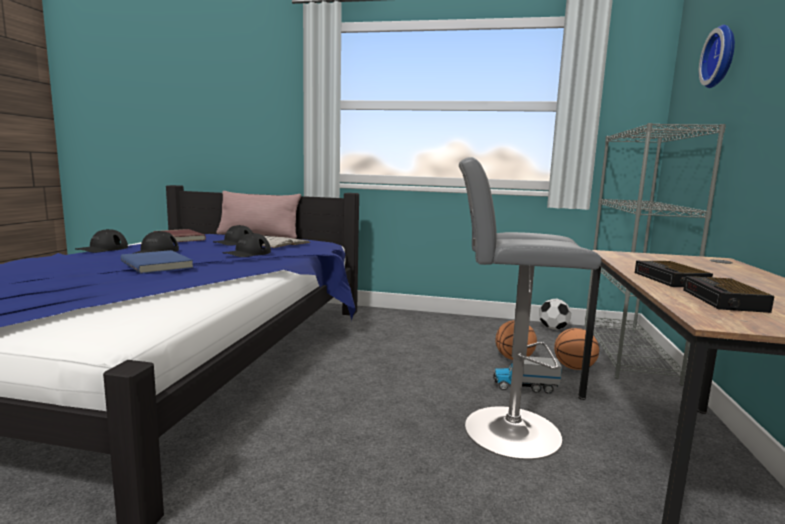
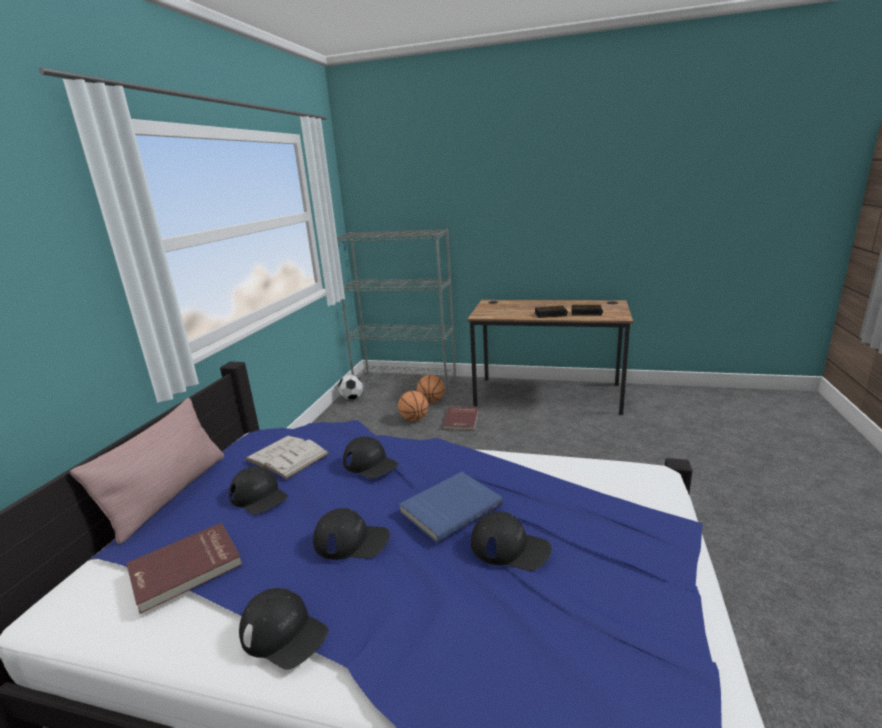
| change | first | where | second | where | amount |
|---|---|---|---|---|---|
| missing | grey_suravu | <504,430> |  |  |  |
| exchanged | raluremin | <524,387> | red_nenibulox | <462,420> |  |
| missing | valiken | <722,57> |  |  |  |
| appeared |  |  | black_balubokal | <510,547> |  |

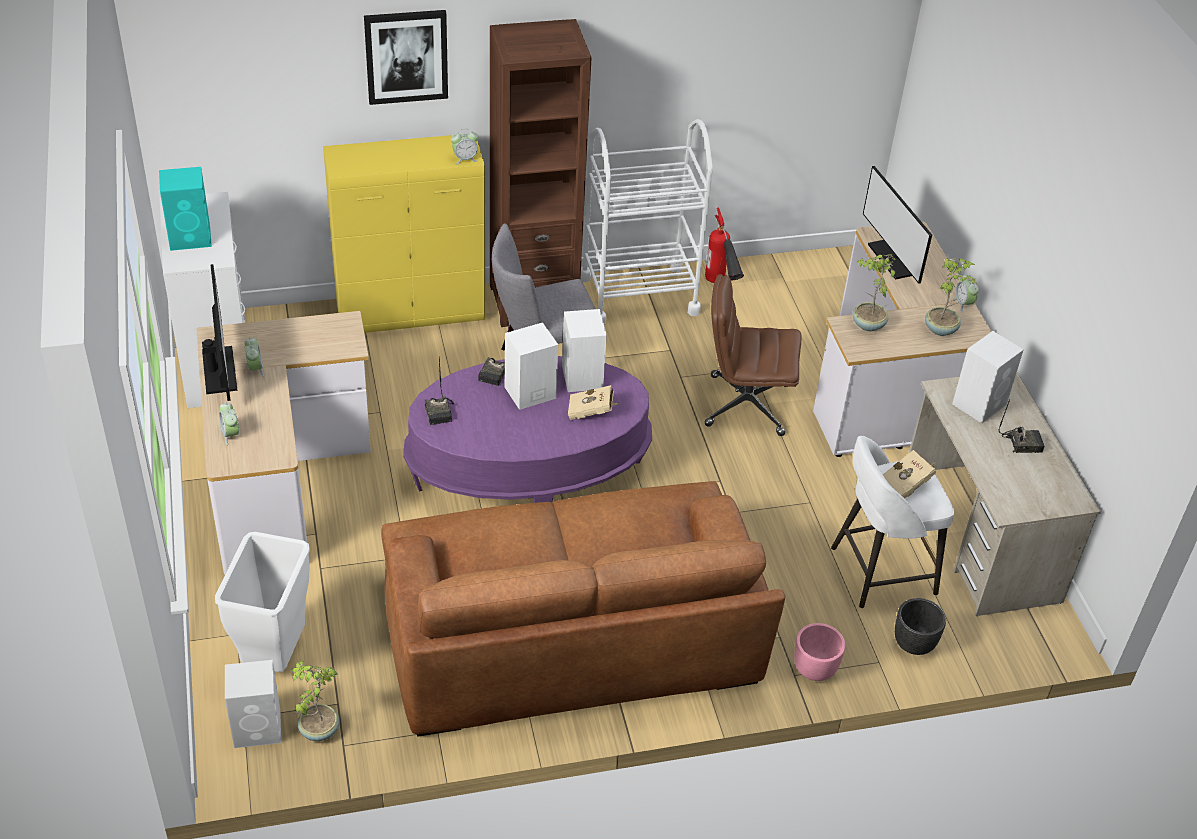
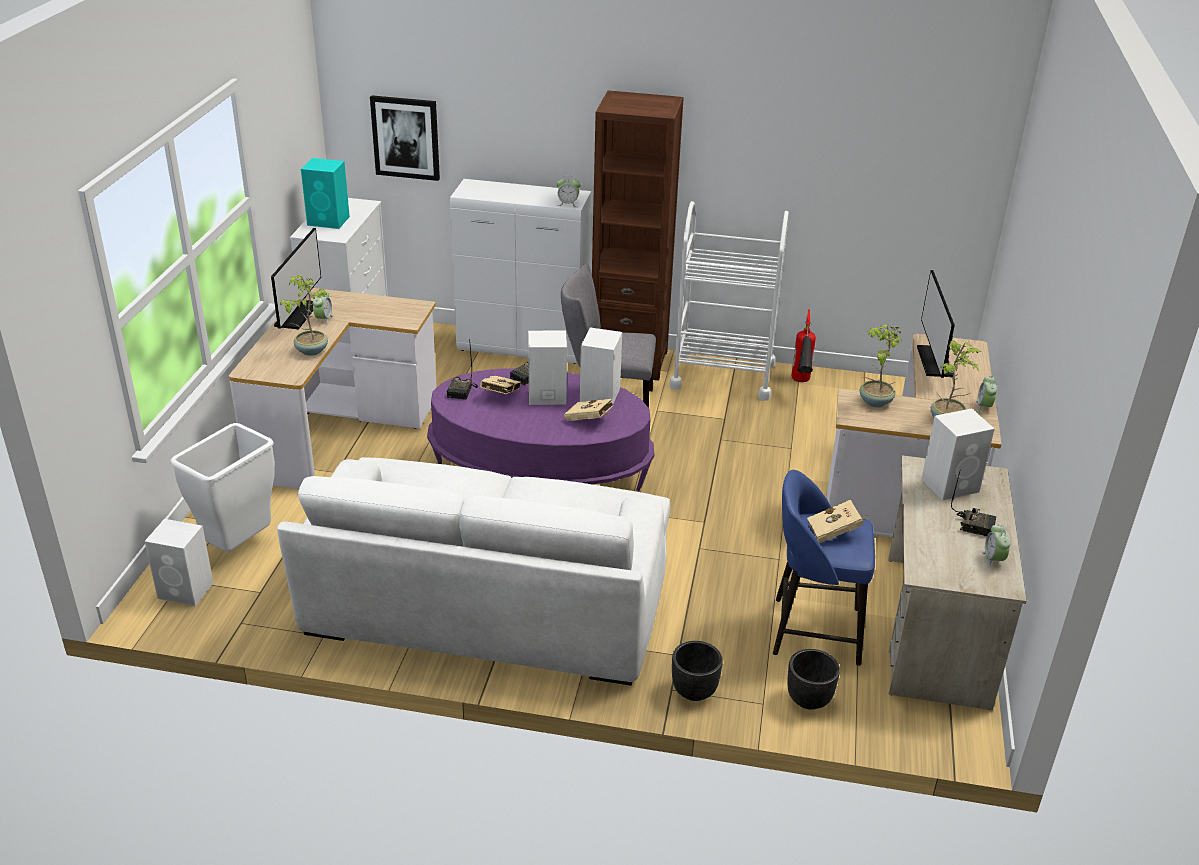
| change | first | where | second | where | amount |
|---|---|---|---|---|---|
| relocated | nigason | <230,434> |  | <993,559> |  |
| relocated | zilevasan | <318,730> |  | <311,350> |  |
| colour | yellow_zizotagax | <412,313> | white_zizotagax | <523,348> |  |
| relocated | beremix | <406,56> |  | <406,137> |  |
| colour | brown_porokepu | <571,636> | white_porokepu | <488,600> |  |
| missing | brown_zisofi | <745,405> |  |  |  |
| colour | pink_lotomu | <814,670> | black_lotomu | <693,691> |  |
| colour | white_suravu | <880,571> | blue_suravu | <812,630> |  |
| appeared |  |  | beige_nenibulox | <499,395> |  |

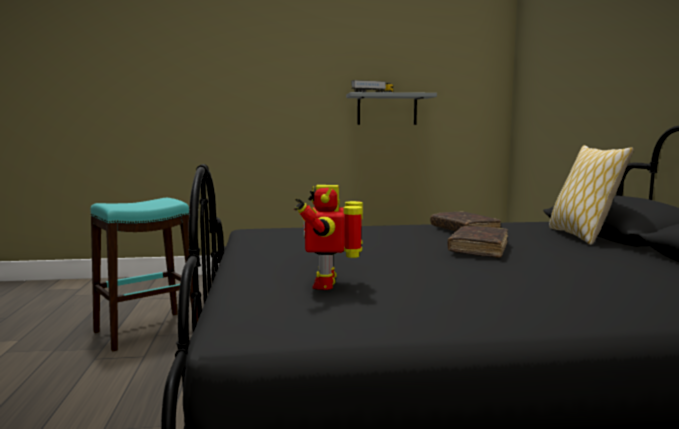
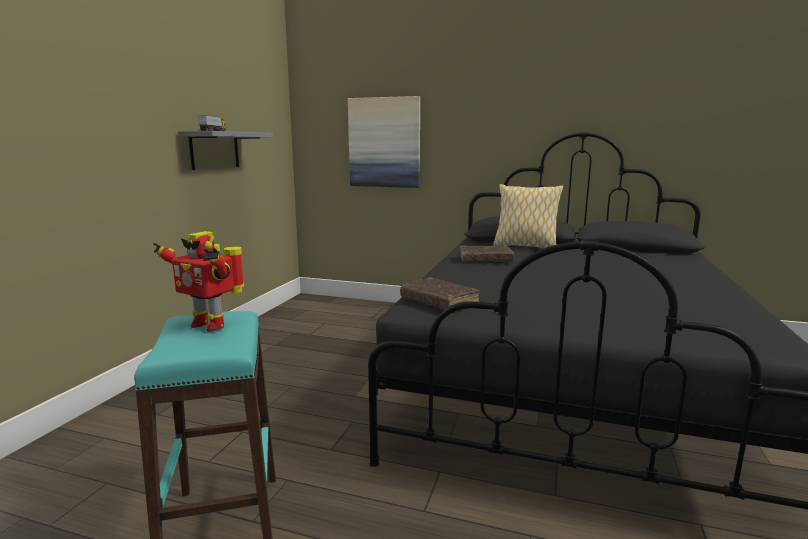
| change | first | where | second | where | amount |
|---|---|---|---|---|---|
| relocated | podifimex | <328,284> |  | <209,324> |  |
| relocated | brown_nenibulox | <478,249> |  | <439,302> |  |
| appeared |  |  | beremix | <384,142> |  |

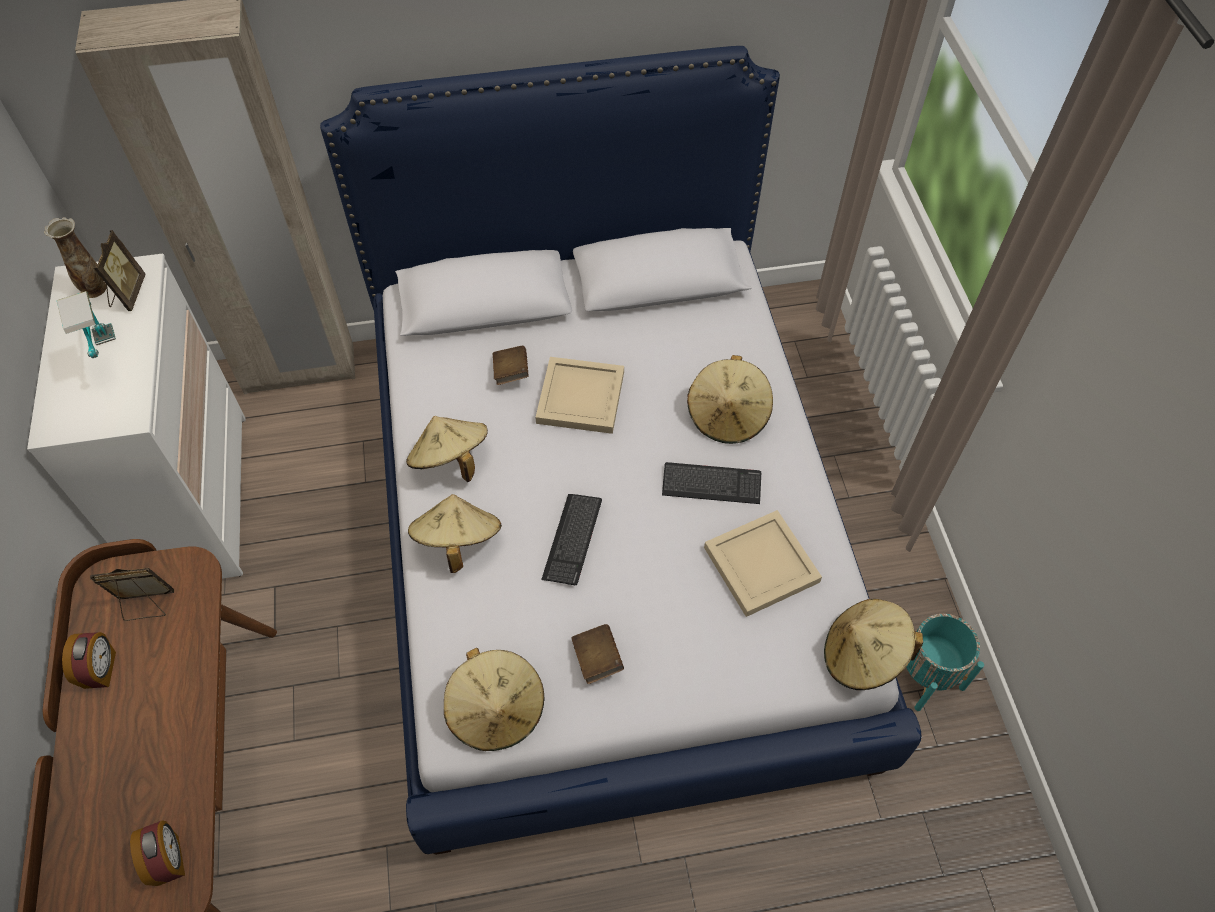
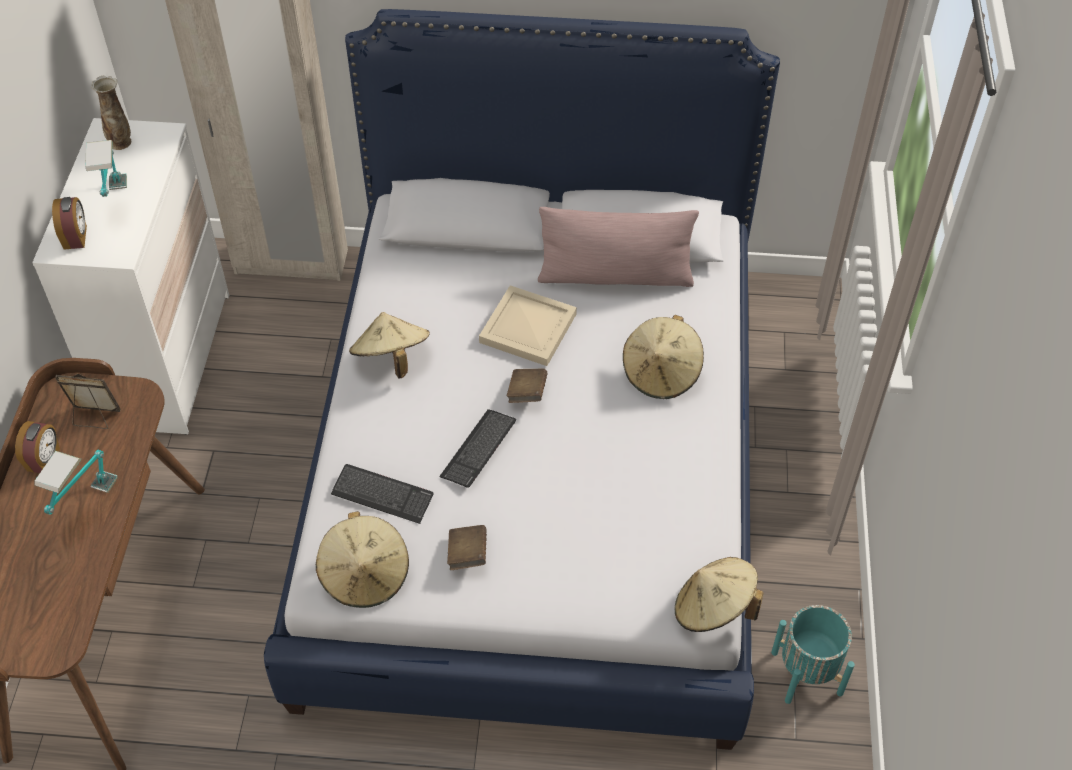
| change | first | where | second | where | amount |
|---|---|---|---|---|---|
| missing | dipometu | <127,294> |  |  |  |
| relocated | nigason | <169,860> |  | <76,237> |  |
| missing | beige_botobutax | <457,542> |  |  |  |
| relocated | brown_nenibulox | <511,373> |  | <527,393> |  |
| relocated | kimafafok | <711,484> |  | <382,495> |  |
| missing | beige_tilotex | <761,563> |  |  |  |
| appeared |  |  | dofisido | <87,507> |  |
| appeared |  |  | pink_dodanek | <615,276> |  |

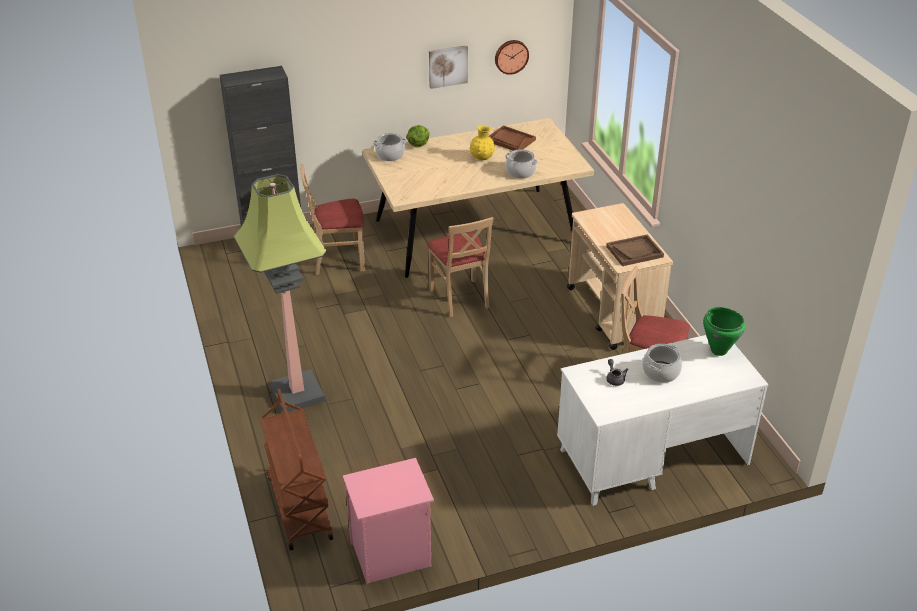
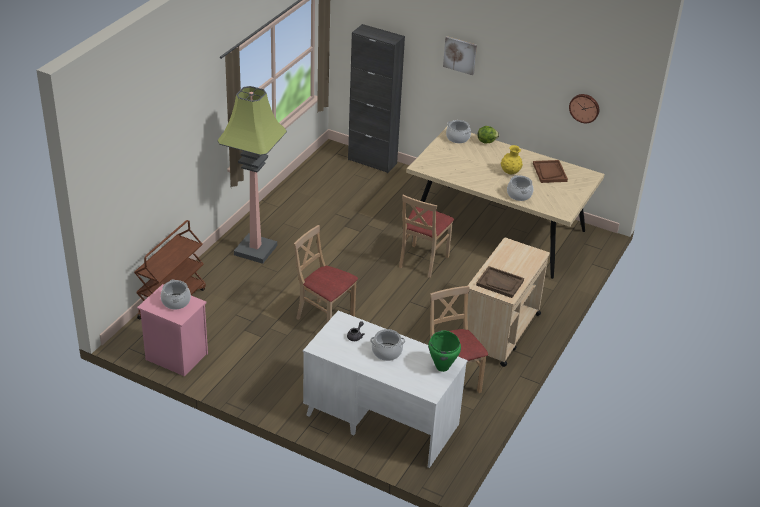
| change | first | where | second | where | amount |
|---|---|---|---|---|---|
| relocated | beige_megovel | <338,260> |  | <325,318> |  |
| relocated | beremix | <448,66> |  | <460,55> |  |
| appeared |  |  | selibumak | <176,301> |  |

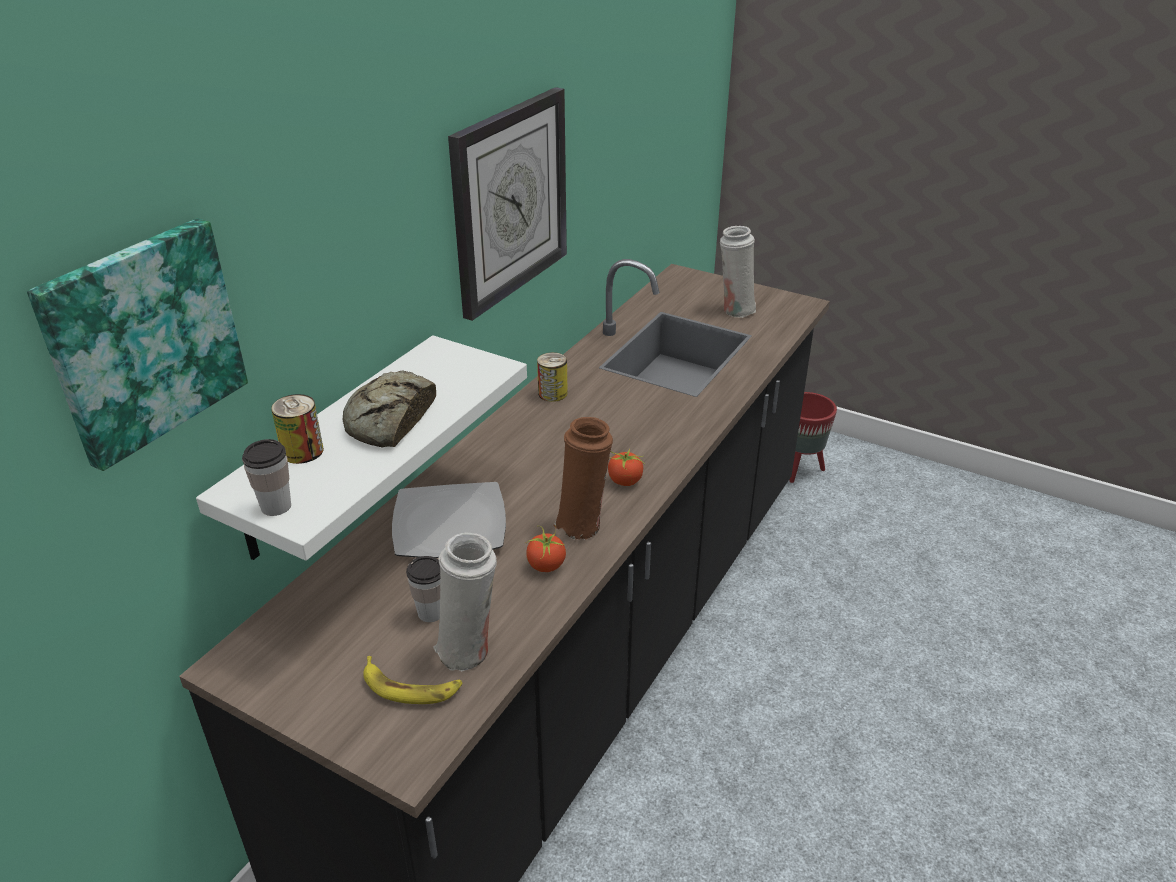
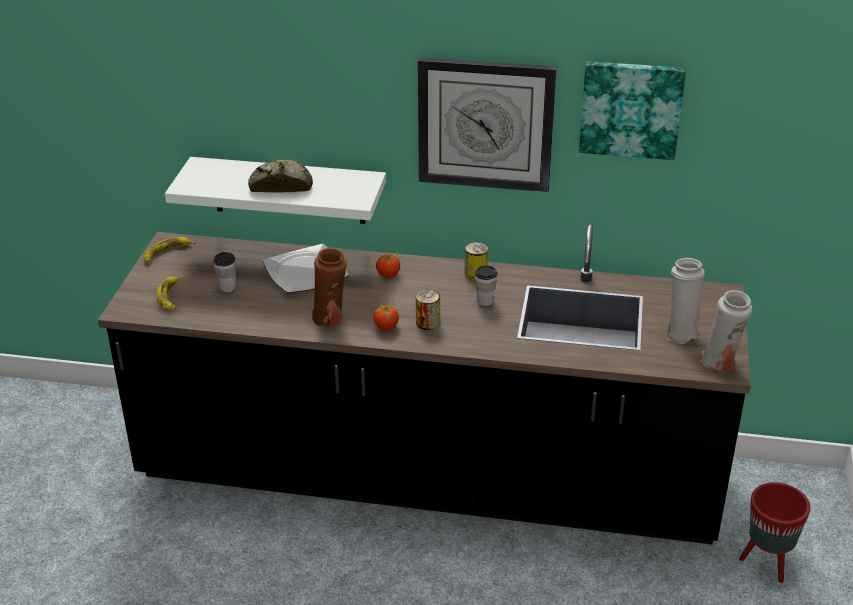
| change | first | where | second | where | amount |
|---|---|---|---|---|---|
| relocated | beremix | <143,339> |  | <631,108> |  |
| relocated | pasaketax | <276,506> |  | <485,301> |  |
| relocated | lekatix | <302,451> |  | <428,322> |  |
| relocated | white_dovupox | <469,650> |  | <721,364> |  |
| relocated | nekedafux | <546,565> |  | <388,274> |  |
| appeared |  |  | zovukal | <166,253> |  |

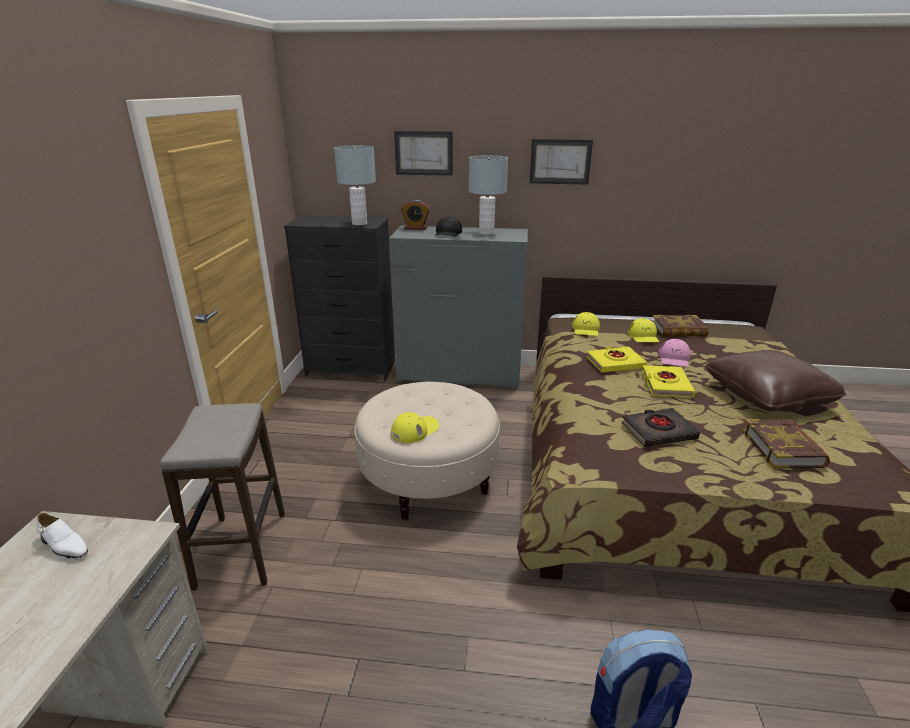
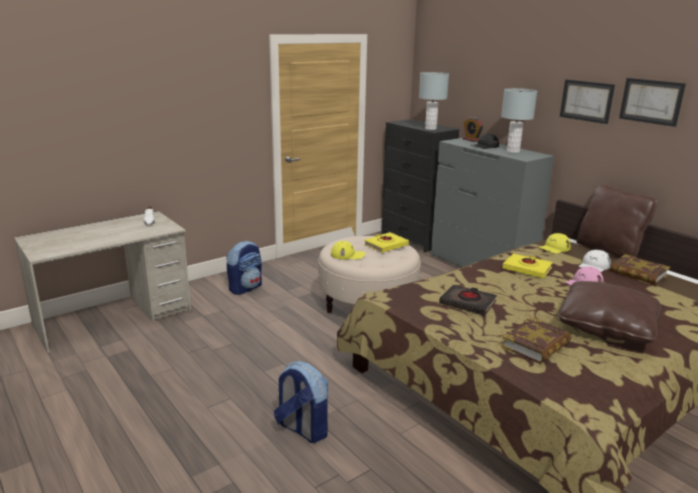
| change | first | where | second | where | amount |
|---|---|---|---|---|---|
| exchanged | suravu | <241,550> | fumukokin | <245,288> |  |
| relocated | beremix | <423,153> |  | <651,101> |  |
| colour | yellow_balubokal | <643,336> | white_balubokal | <594,266> |  |
| relocated | yellow_nenibulox | <666,385> |  | <386,245> |  |
| appeared |  |  | brown_dodanek | <609,250> |  |

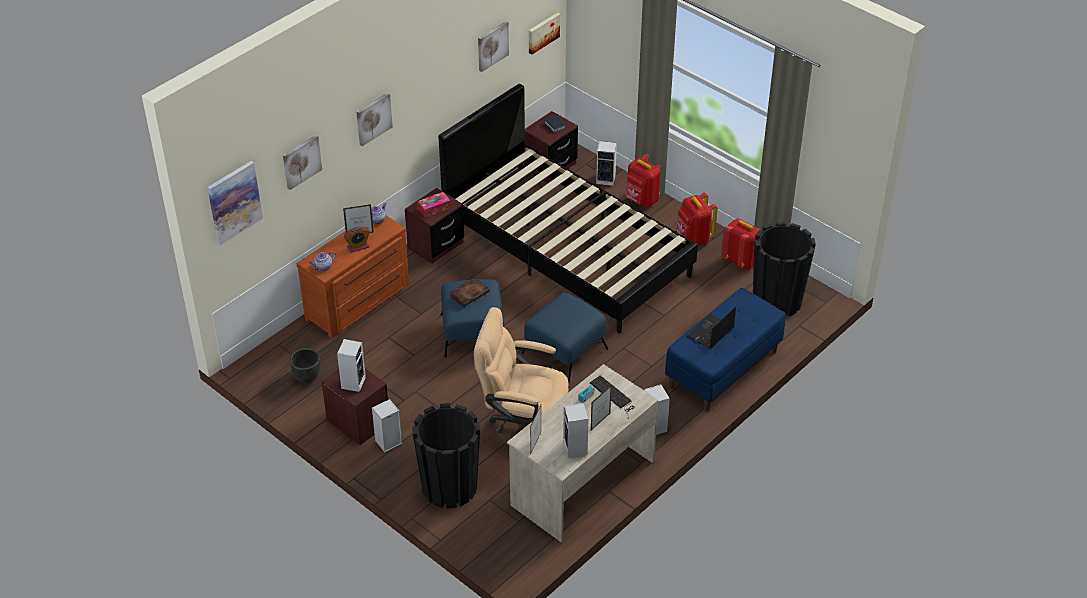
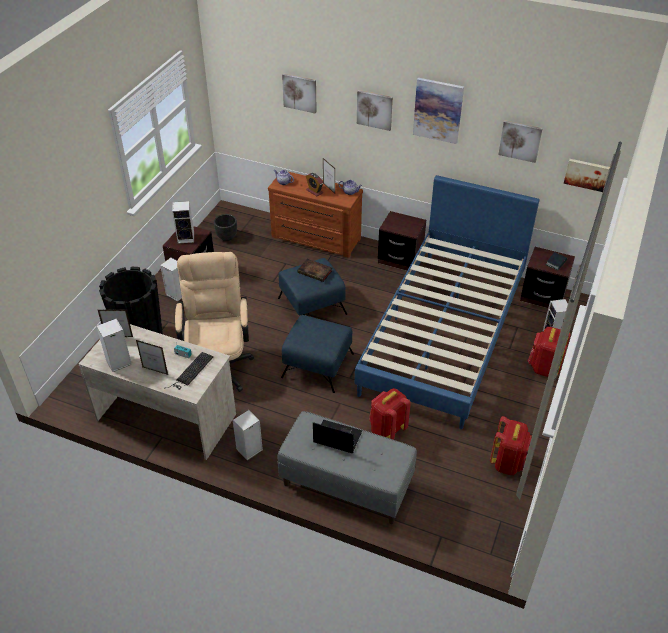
| change | first | where | second | where | amount |
|---|---|---|---|---|---|
| relocated | beremix | <234,202> |  | <438,110> |  |
| missing | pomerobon | <434,208> |  |  |  |
| colour | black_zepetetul | <566,249> | blue_zepetetul | <444,334> |  |
| colour | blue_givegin | <723,369> | grey_givegin | <346,484> |  |
| relocated | red_fumukokin | <694,238> |  | <387,430> |  |
| missing | black_lotomu | <777,301> |  |  |  |

